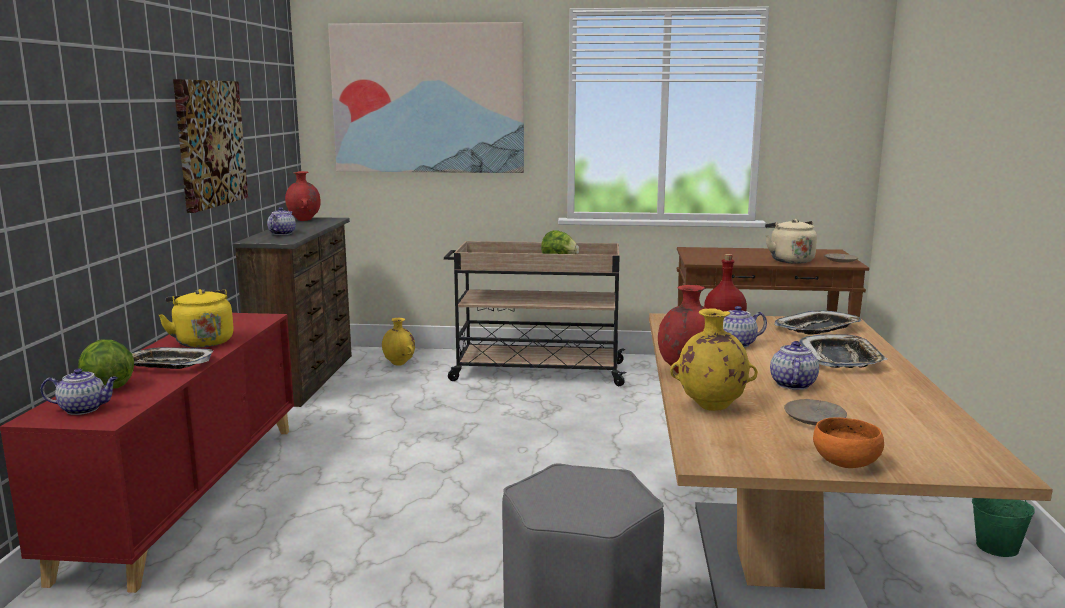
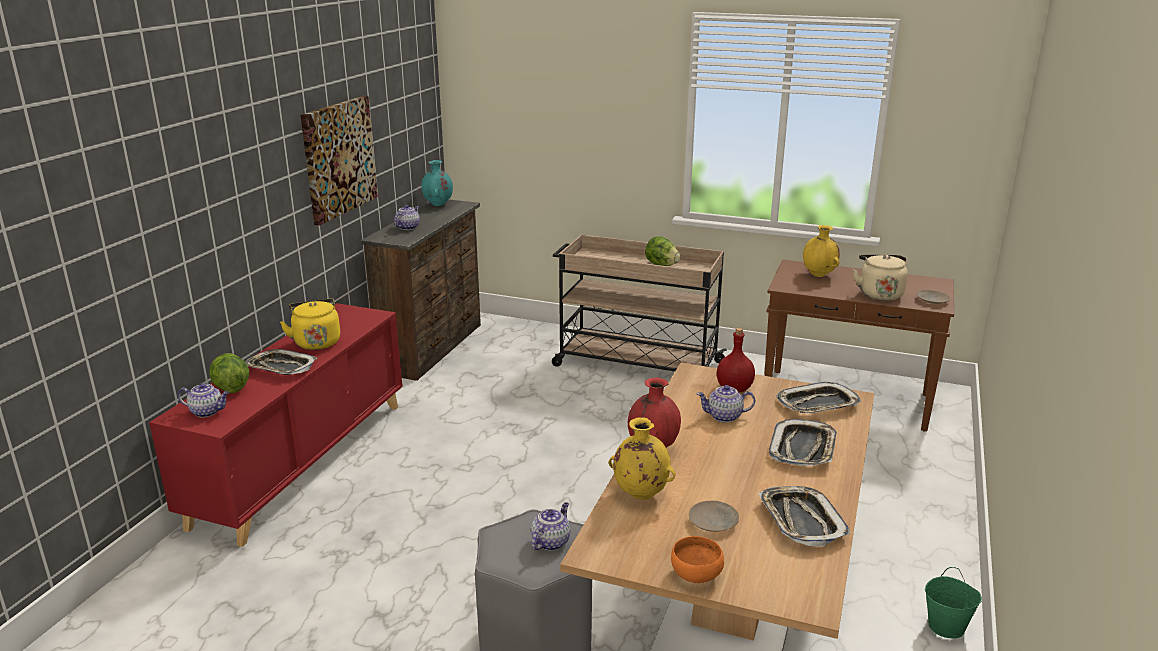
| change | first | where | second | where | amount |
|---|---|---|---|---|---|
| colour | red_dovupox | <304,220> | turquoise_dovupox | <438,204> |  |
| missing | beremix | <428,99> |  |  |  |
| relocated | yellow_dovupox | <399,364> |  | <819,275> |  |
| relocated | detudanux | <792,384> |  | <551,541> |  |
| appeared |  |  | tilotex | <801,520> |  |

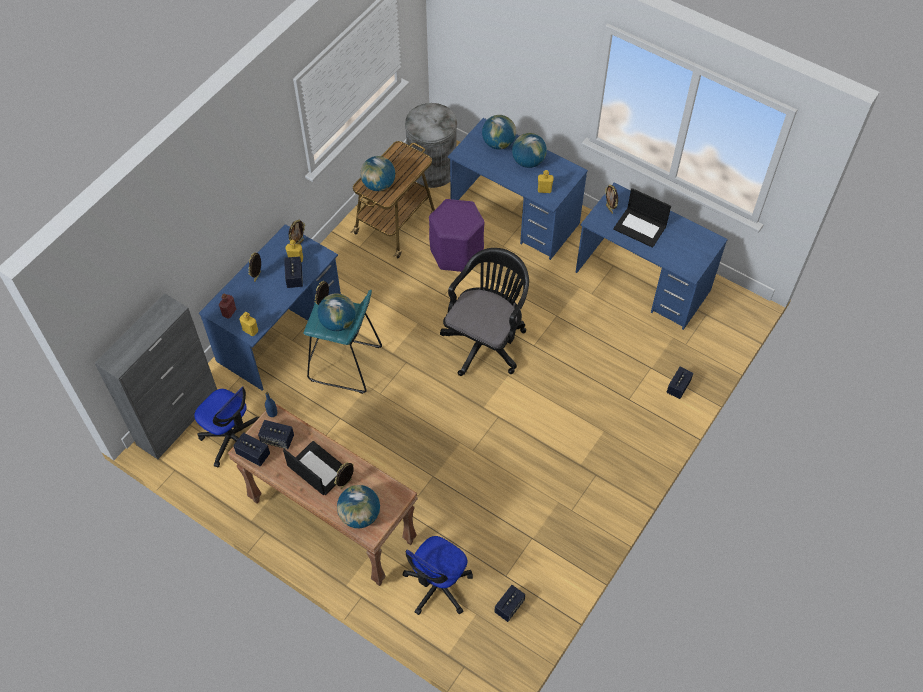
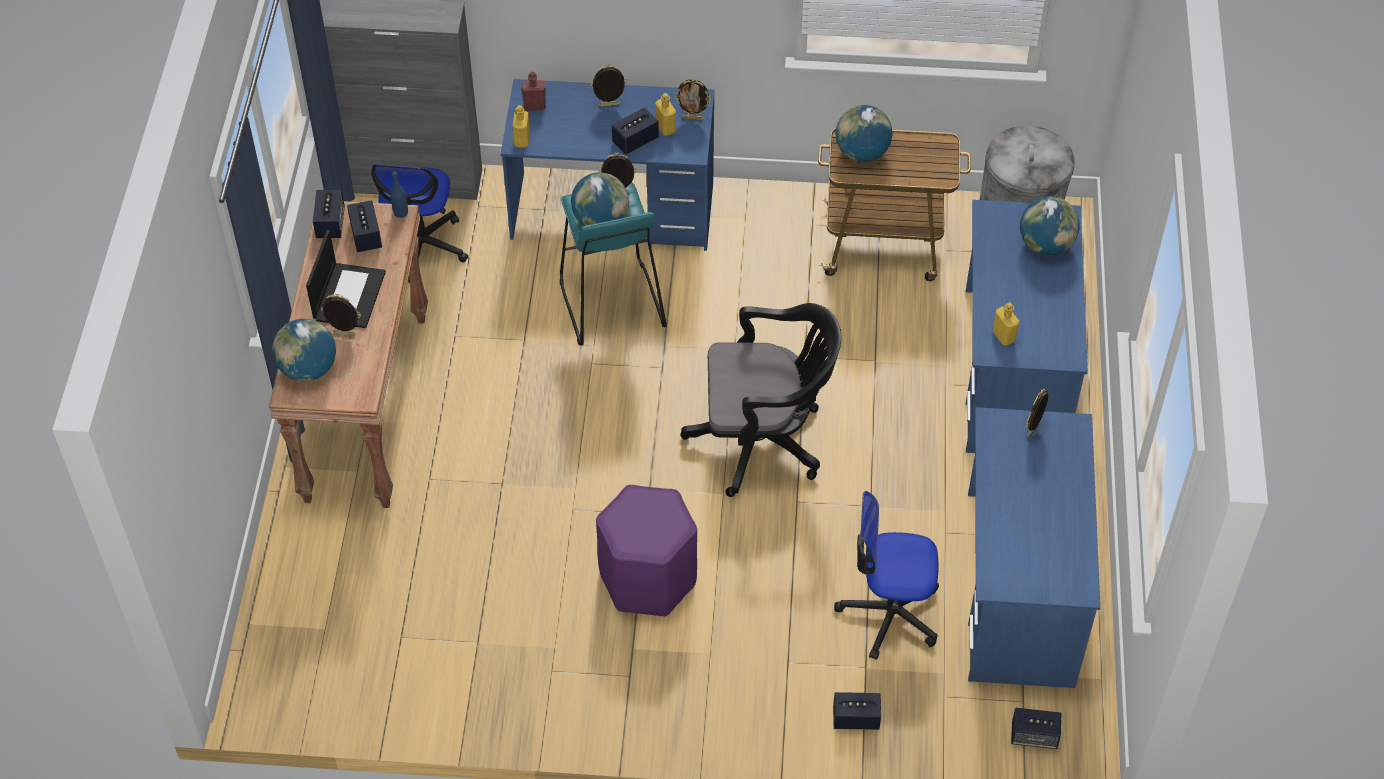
| change | first | where | second | where | amount |
|---|---|---|---|---|---|
| relocated | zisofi | <438,586> |  | <889,613> |  |
| relocated | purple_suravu | <456,253> |  | <647,578> |  |
| relocated | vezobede | <509,606> |  | <1034,736> |  |
| missing | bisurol | <528,161> |  |  |  |
| missing | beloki | <640,227> |  |  |  |

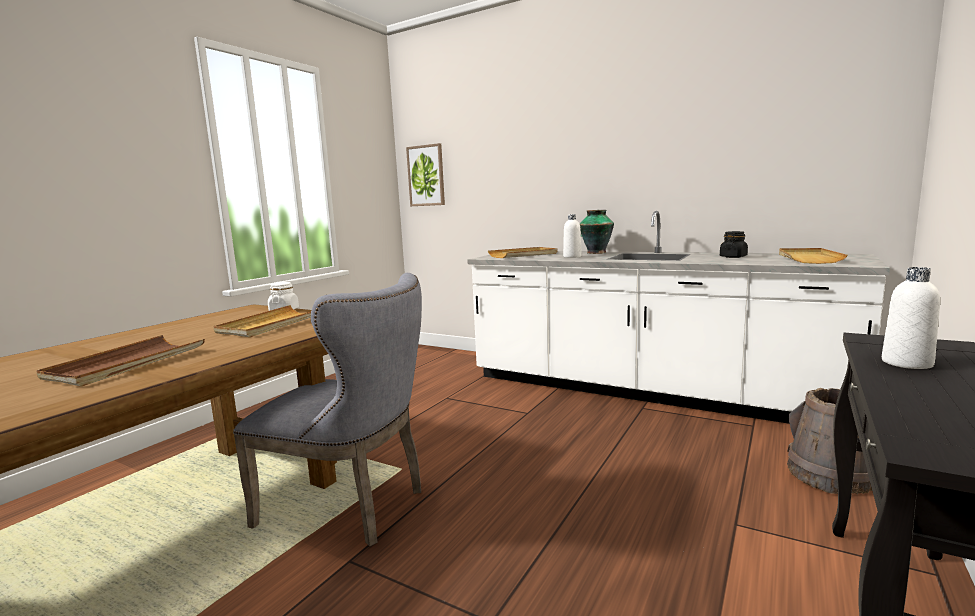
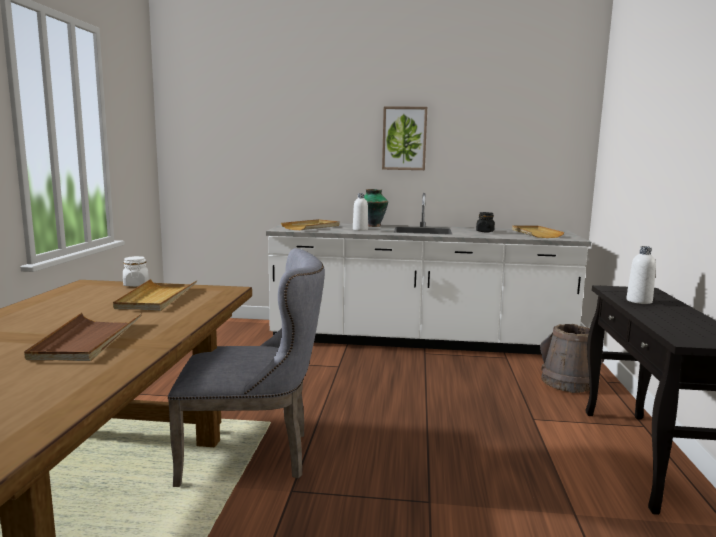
| change | first | where | second | where | amount |
|---|---|---|---|---|---|
| relocated | beremix | <426,175> |  | <404,138> |  |

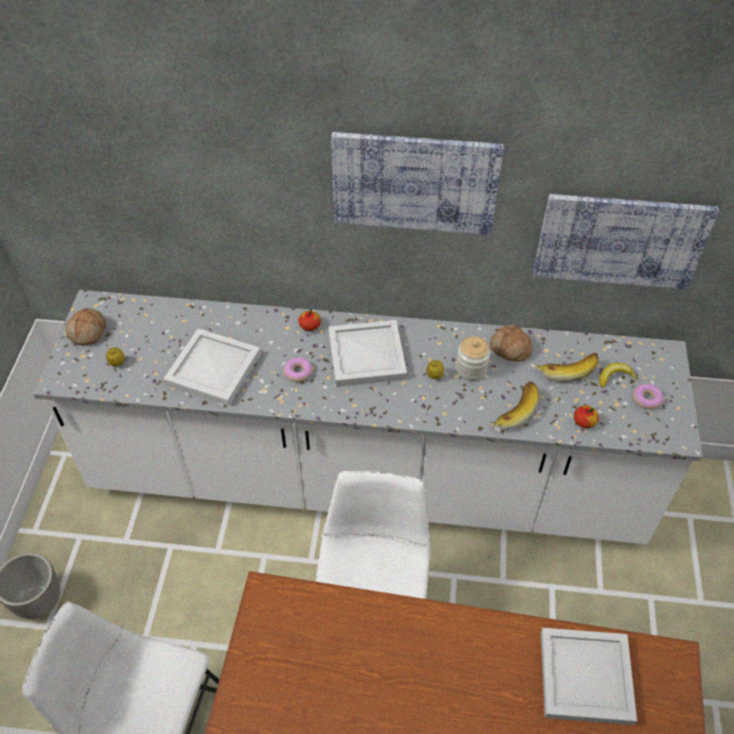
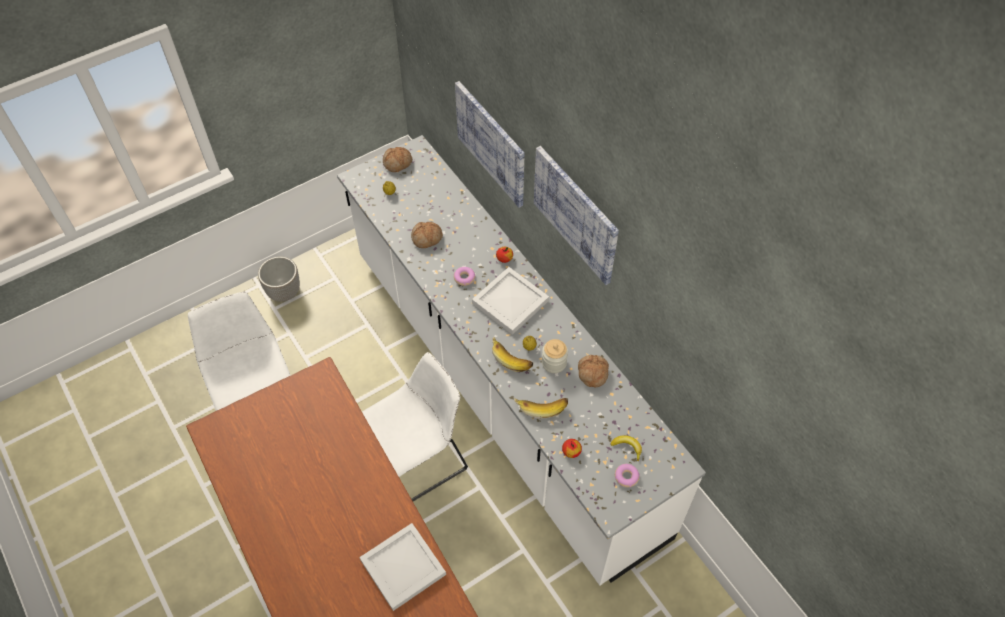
| change | first | where | second | where | amount |
|---|---|---|---|---|---|
| exchanged | white_tilotex | <214,370> | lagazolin | <427,238> |  |
| relocated | beremix | <620,240> |  | <491,143> |  |
| relocated | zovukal | <565,369> |  | <512,357> |  |

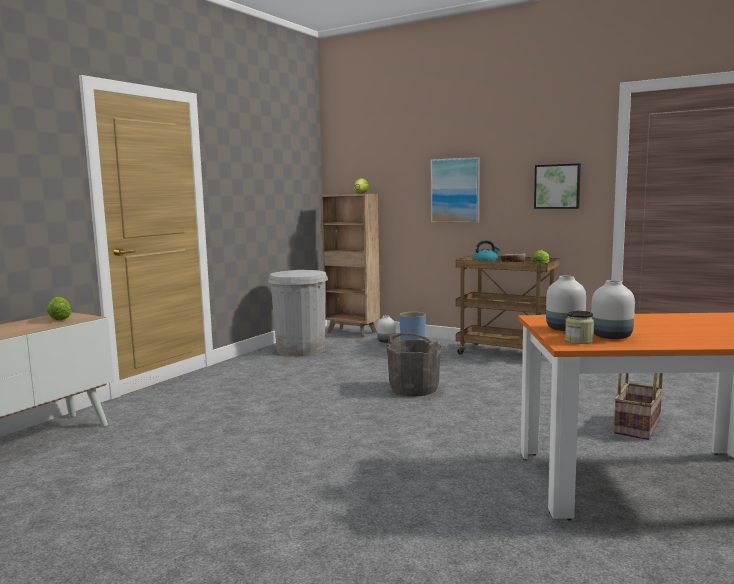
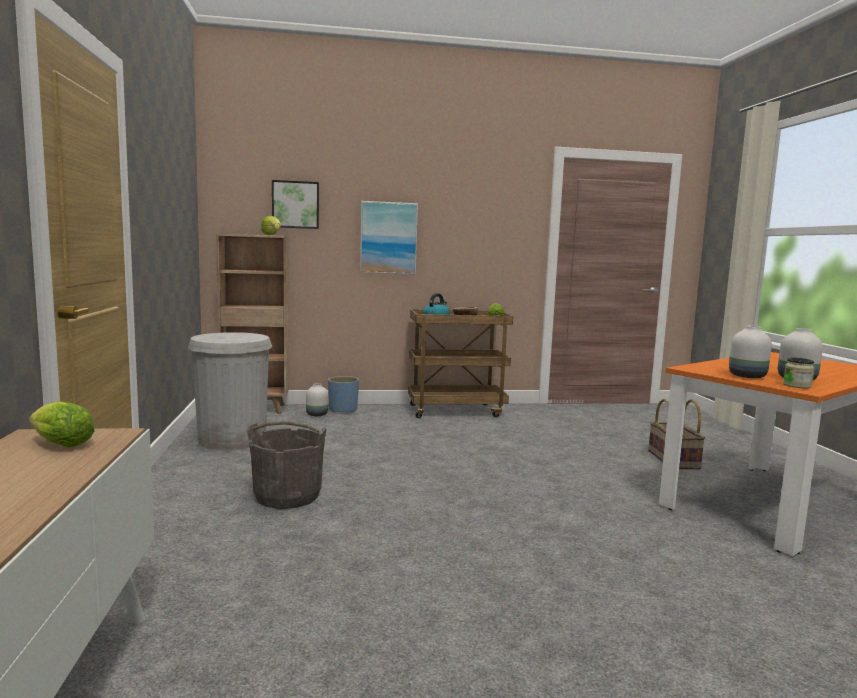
| change | first | where | second | where | amount |
|---|---|---|---|---|---|
| relocated | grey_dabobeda | <414,389> |  | <287,496> |  |
| relocated | beremix | <557,186> |  | <295,205> |  |

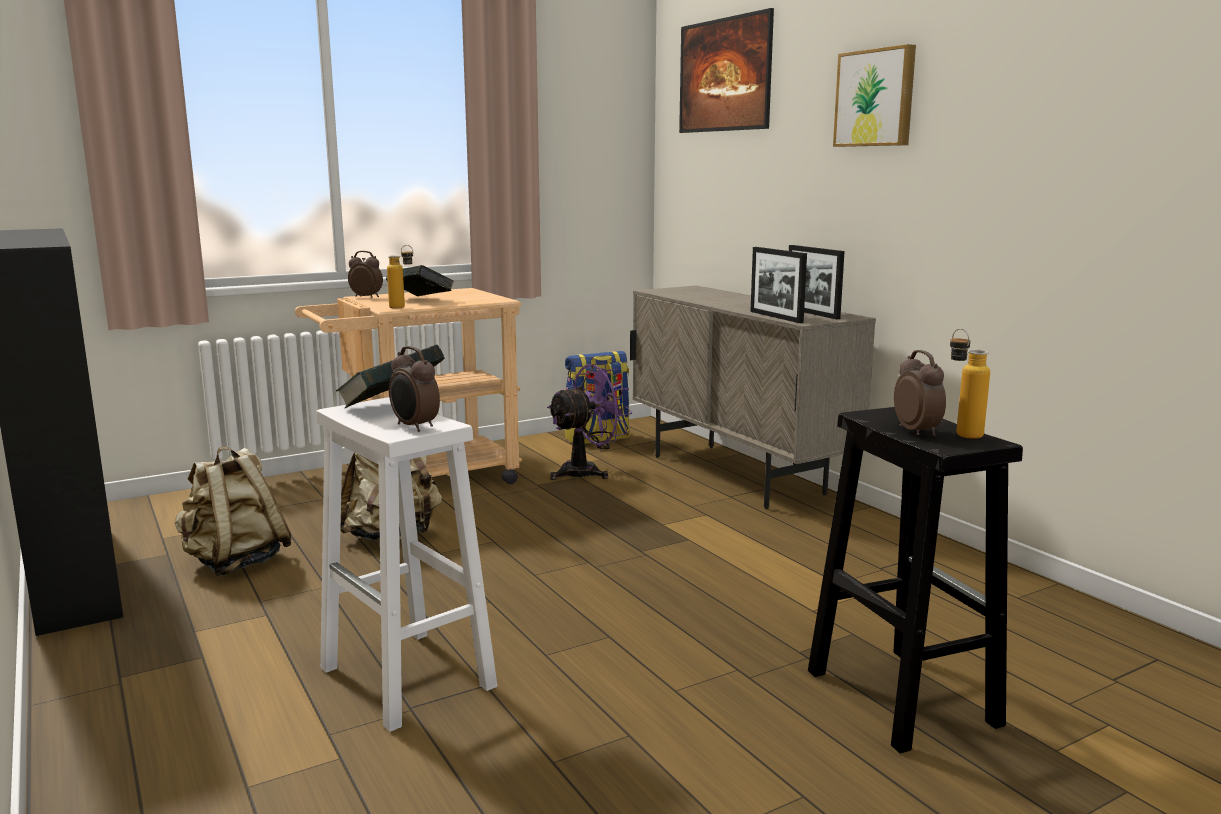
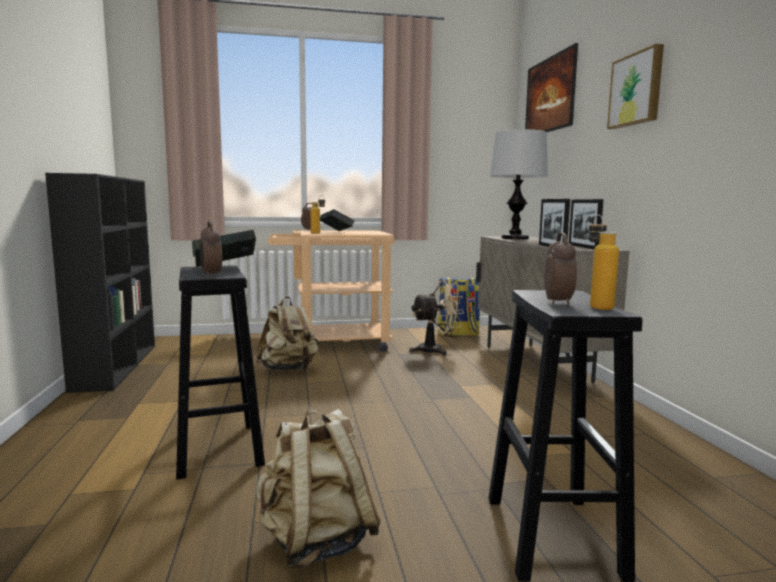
| change | first | where | second | where | amount |
|---|---|---|---|---|---|
| relocated | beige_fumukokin | <235,563> |  | <316,541> |  |
| colour | white_suravu | <409,678> | black_suravu | <219,450> |  |
| colour | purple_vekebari | <587,471> | beige_vekebari | <436,350> |  |
| appeared |  |  | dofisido | <515,238> |  |

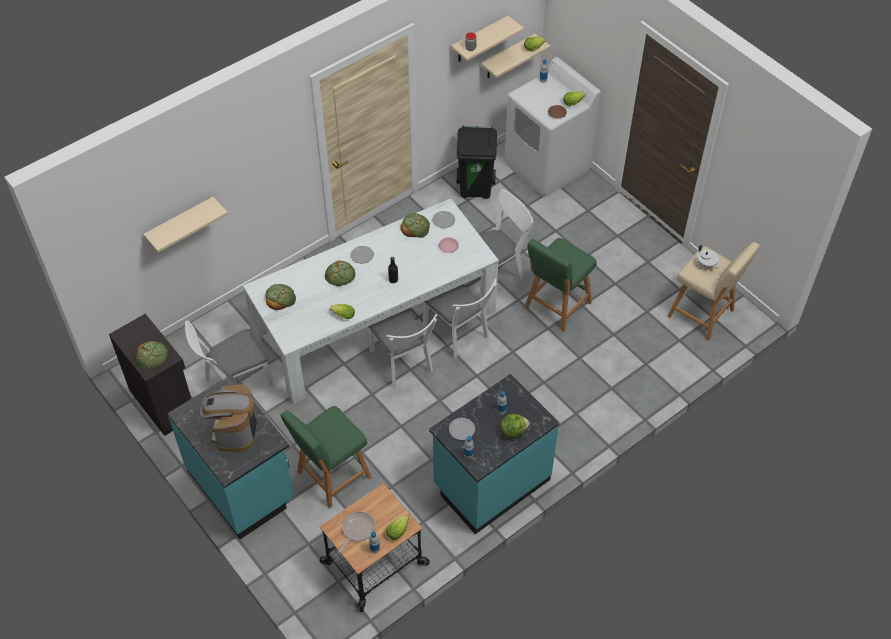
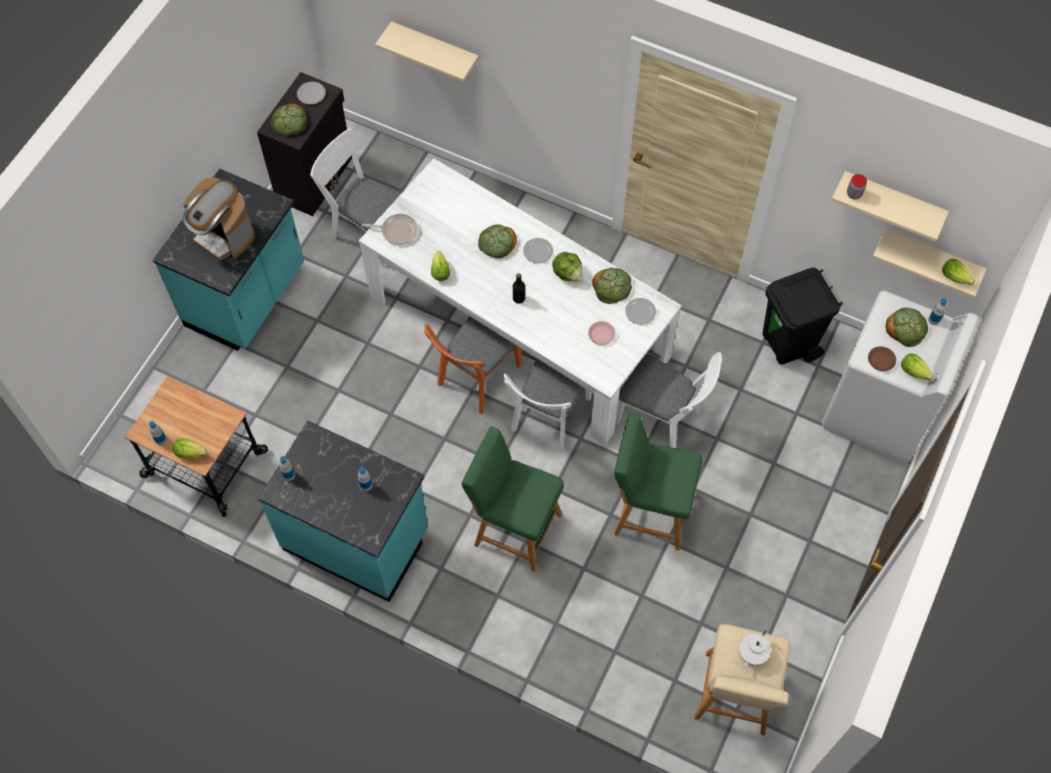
| change | first | where | second | where | amount |
|---|---|---|---|---|---|
| spun | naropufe | <234,430> |  | <223,236> | 120 degrees counterclockwise |
| relocated | lagazolin | <280,298> |  | <906,328> |  |
| relocated | green_suravu | <331,477> |  | <514,528> |  |
| relocated | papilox | <357,530> |  | <397,231> |  |
| colour | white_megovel | <403,364> | orange_megovel | <475,379> |  |
| relocated | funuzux | <461,429> |  | <311,93> |  |
| relocated | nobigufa | <513,431> |  | <567,273> |  |

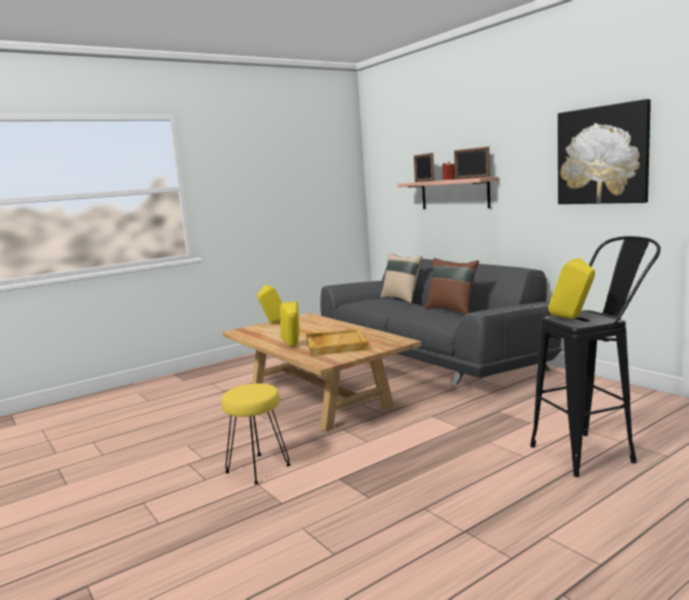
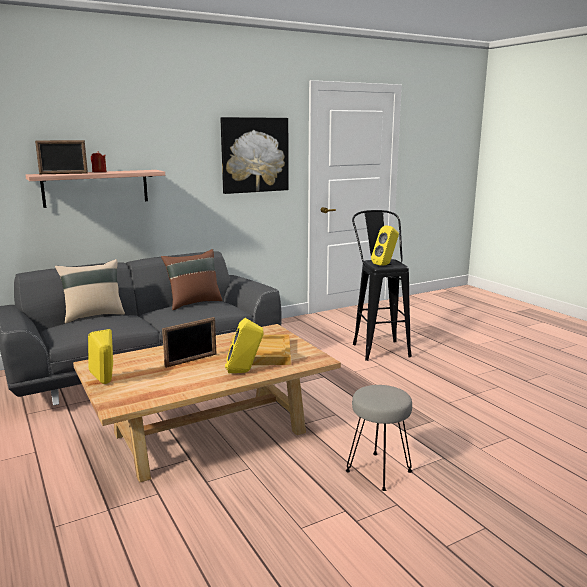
| change | first | where | second | where | amount |
|---|---|---|---|---|---|
| colour | yellow_suravu | <258,468> | grey_suravu | <378,471> |  |
| relocated | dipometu | <471,178> |  | <191,360> |  |

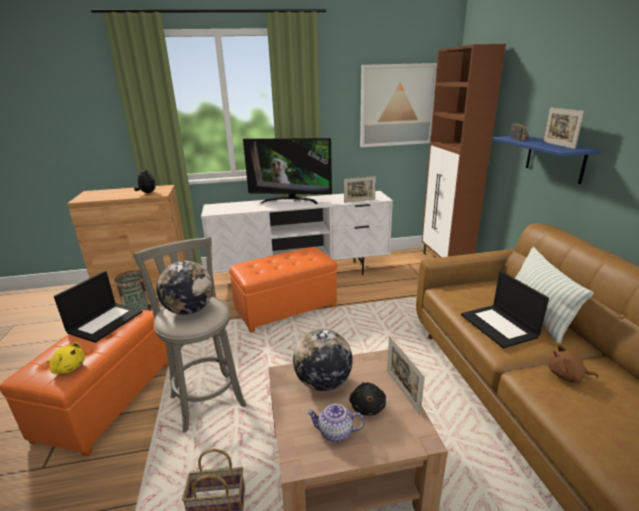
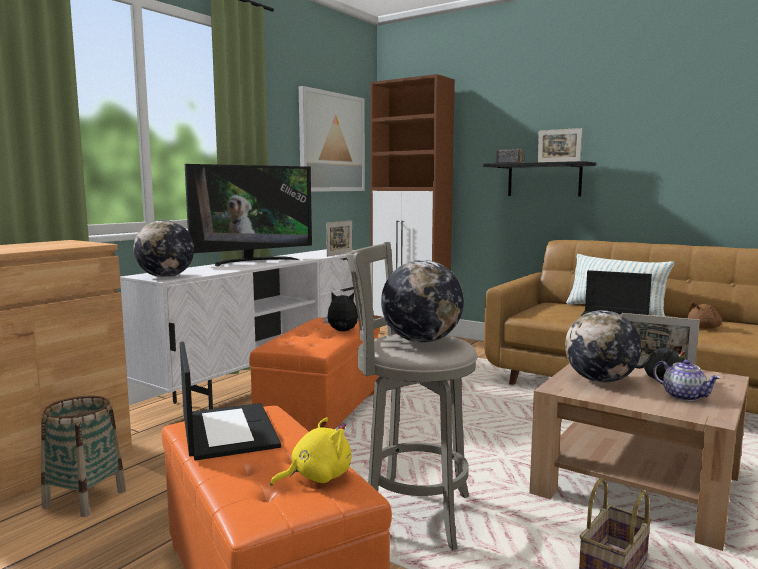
| change | first | where | second | where | amount |
|---|---|---|---|---|---|
| relocated | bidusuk | <147,193> |  | <342,331> |  |
| spun | detudanux | <335,432> |  | <684,396> | 90 degrees counterclockwise |
| colour | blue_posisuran | <555,158> | black_posisuran | <544,180> |  |
| appeared |  |  | bisurol | <166,277> |  |

